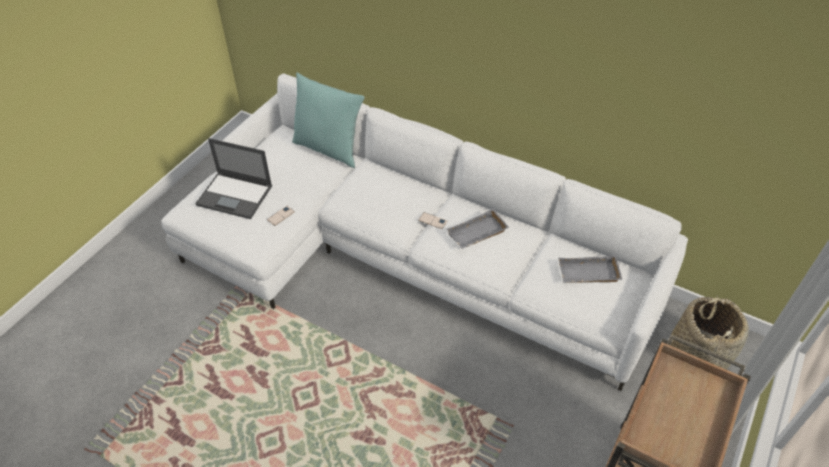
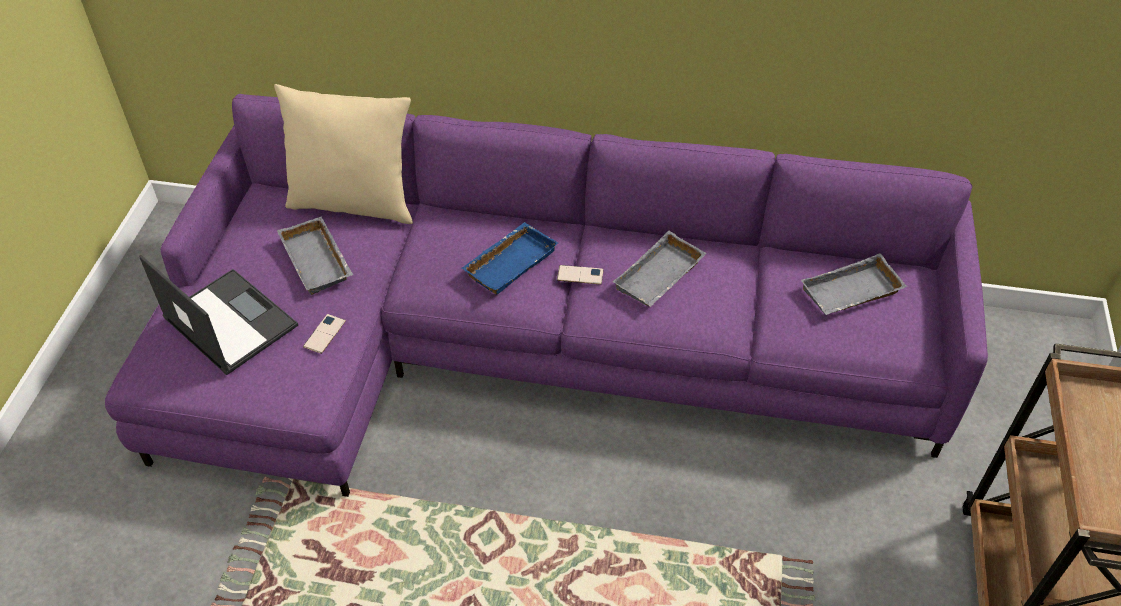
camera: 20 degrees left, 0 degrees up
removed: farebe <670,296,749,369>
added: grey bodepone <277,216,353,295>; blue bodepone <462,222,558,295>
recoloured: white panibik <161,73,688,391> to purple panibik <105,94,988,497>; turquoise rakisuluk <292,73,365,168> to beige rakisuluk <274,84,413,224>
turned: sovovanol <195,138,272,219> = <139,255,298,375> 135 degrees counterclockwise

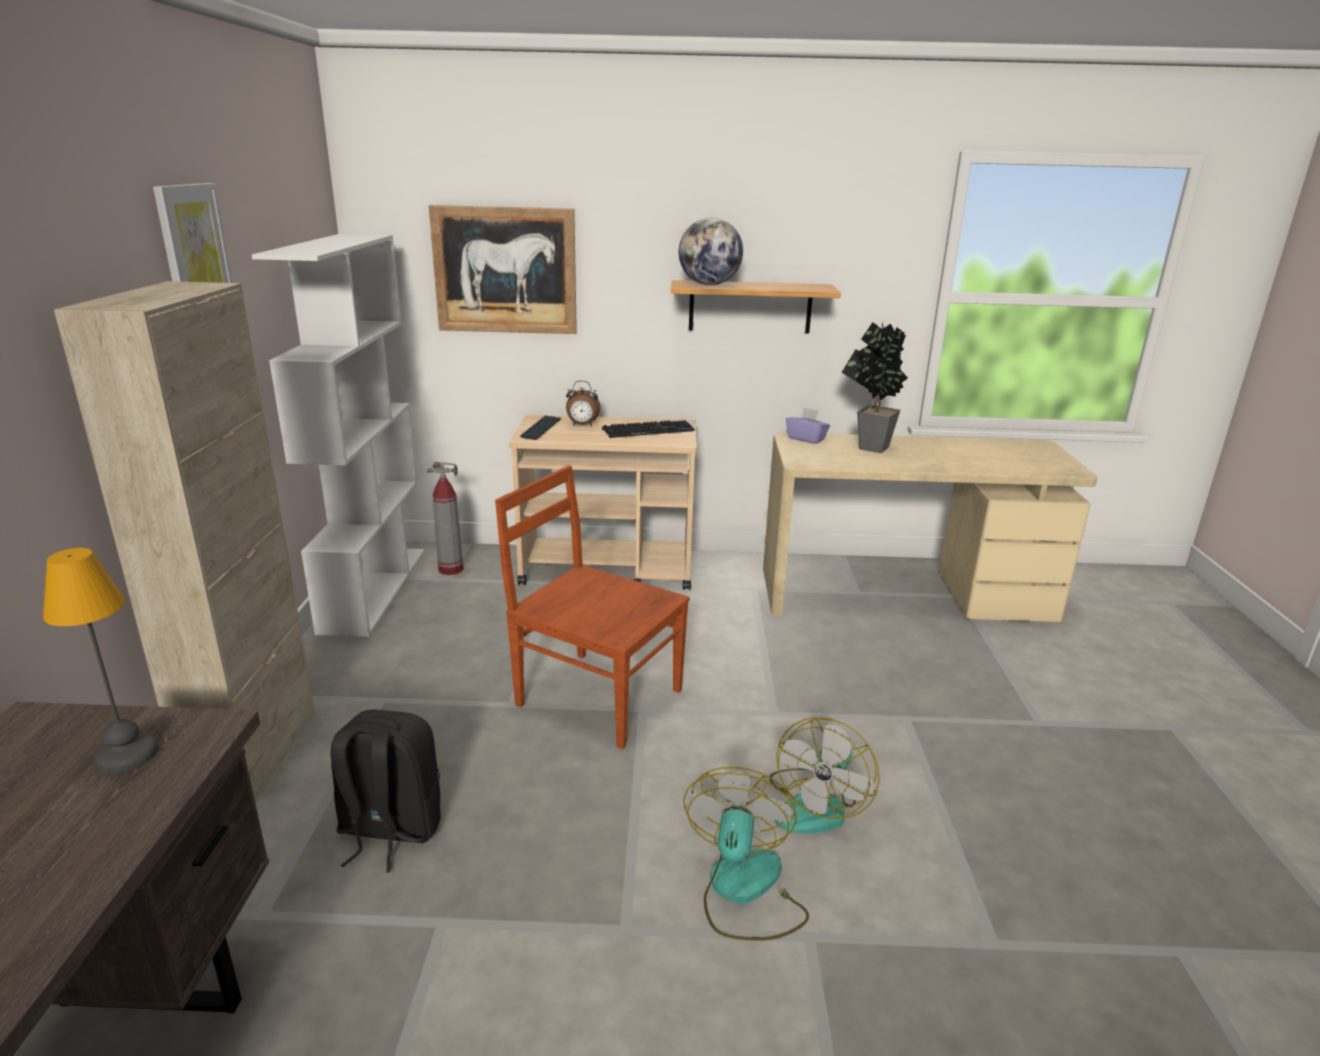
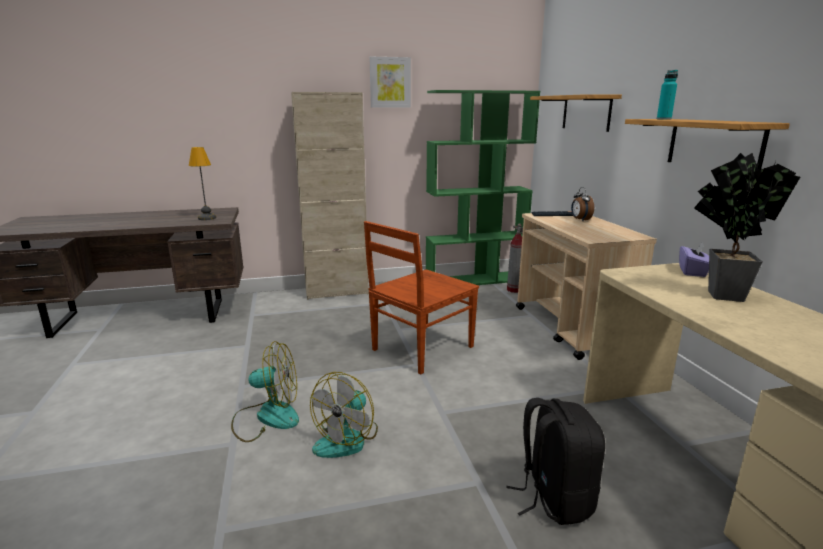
camera: 75 degrees right, 5 degrees down
removed: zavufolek <602,420,695,438>
moved: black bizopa <331,709,441,873> to <507,398,605,525>
replaced: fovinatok <429,205,577,334> to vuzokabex <530,94,622,132>; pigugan <679,218,743,285> to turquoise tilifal <657,70,678,120>
recoloured: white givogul <252,234,425,637> to green givogul <426,90,540,285>
turned: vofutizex <769,717,879,834> = <310,372,378,458> 75 degrees counterclockwise; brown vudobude <495,465,690,749> = <364,221,479,374> 150 degrees counterclockwise

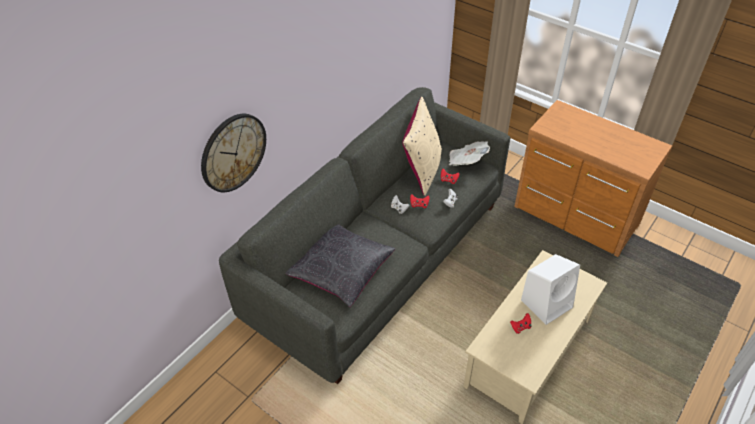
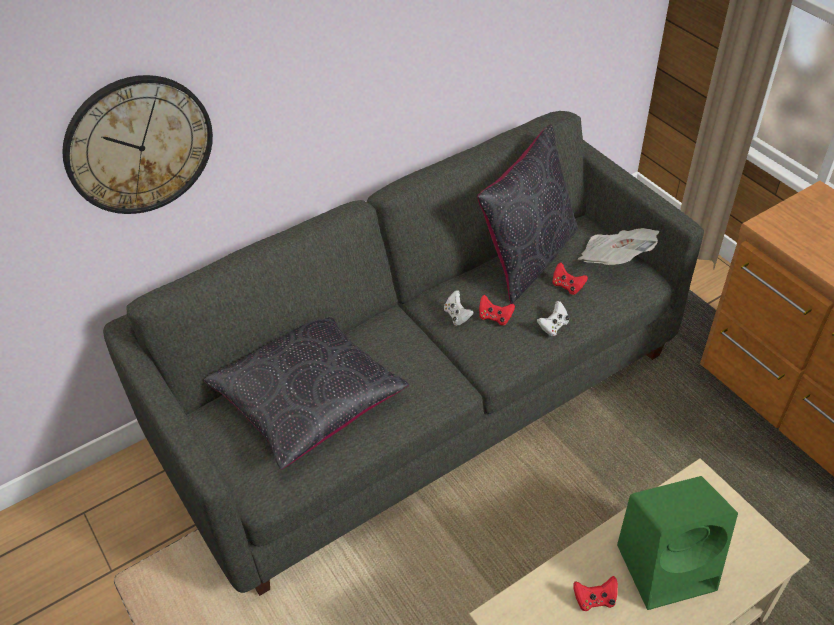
camera: 20 degrees right, 0 degrees up
recoloured: beige rakisuluk <402,97,442,196> to black rakisuluk <478,124,578,304>; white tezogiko <521,254,580,325> to green tezogiko <617,476,738,610>

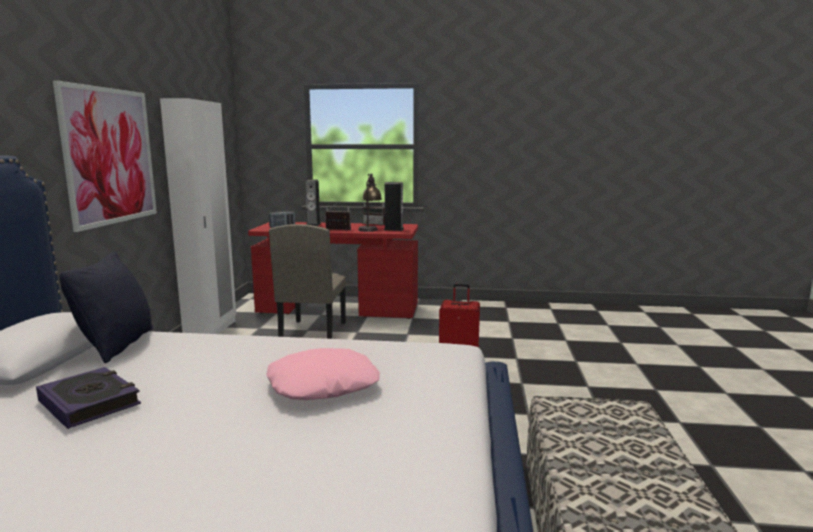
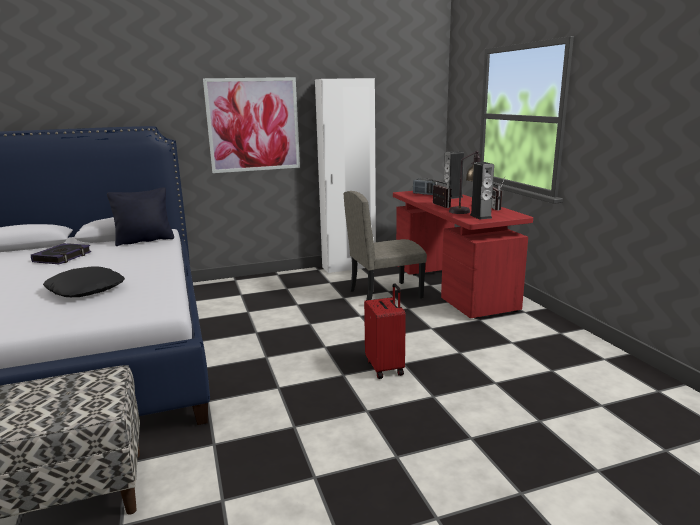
camera: 65 degrees right, 5 degrees up
recoloured: pink rakisuluk <266,348,380,400> to black rakisuluk <43,266,125,297>

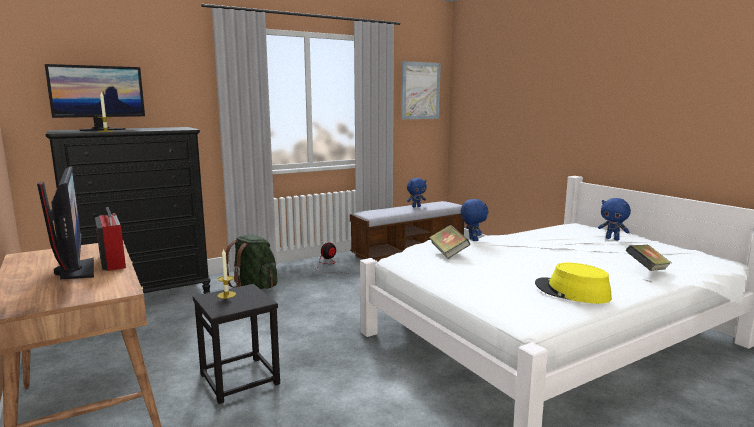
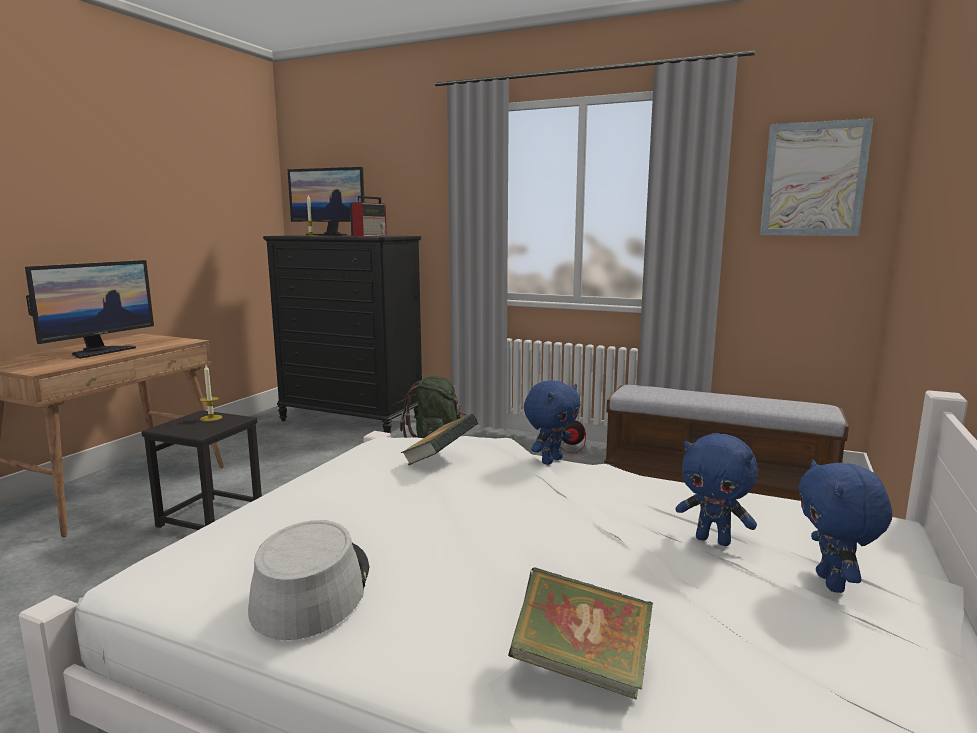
camera: 55 degrees right, 0 degrees up
moved: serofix <95,207,126,271> to <350,196,387,237>; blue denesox <407,178,427,207> to <675,433,758,546>
recoloured: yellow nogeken <535,263,612,304> to grey nogeken <248,520,369,640>

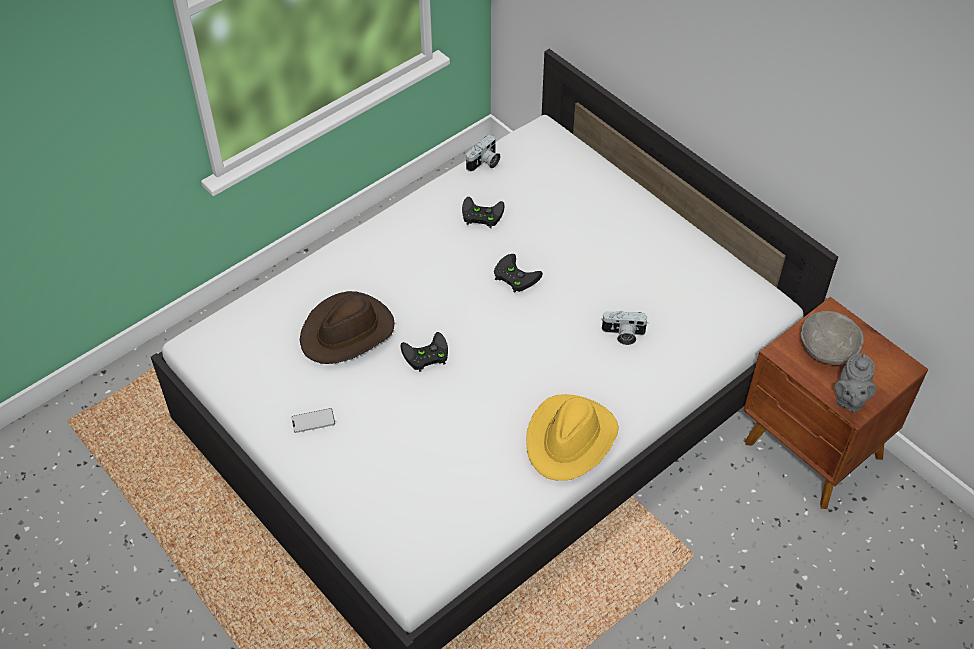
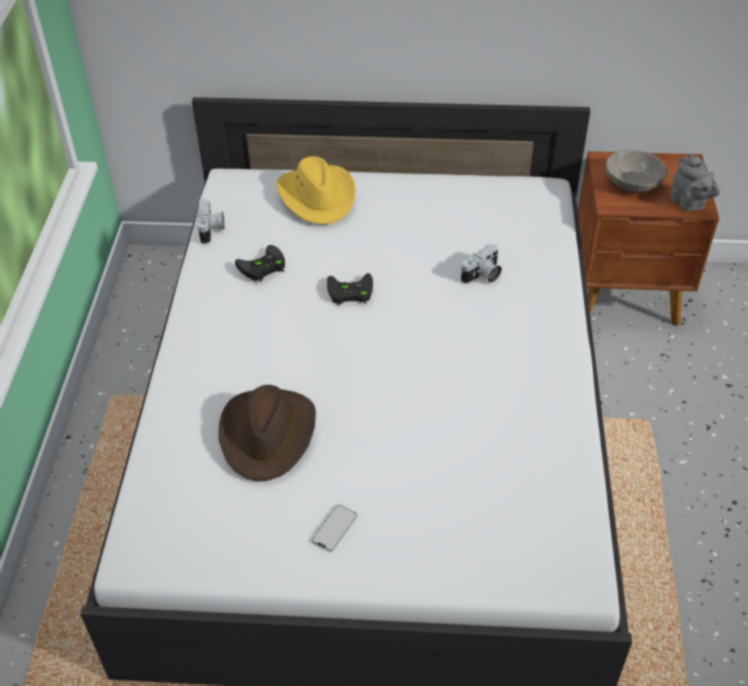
camera: 45 degrees left, 5 degrees down
removed: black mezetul <401,332,448,372>
moved: yellow nogeken <526,394,619,481> to <276,156,356,225>

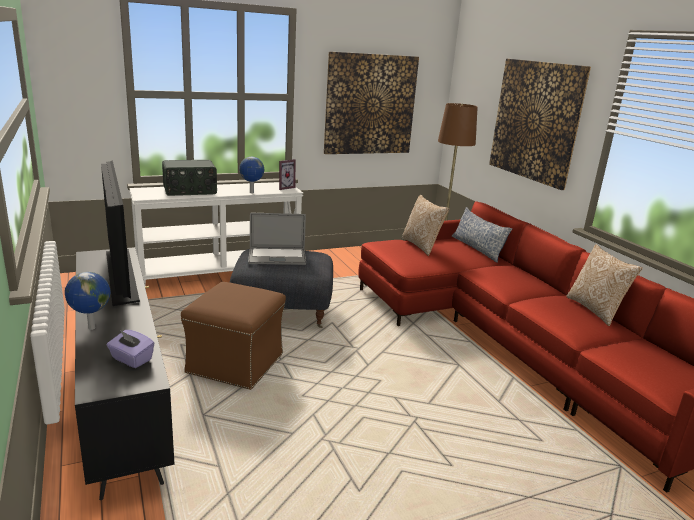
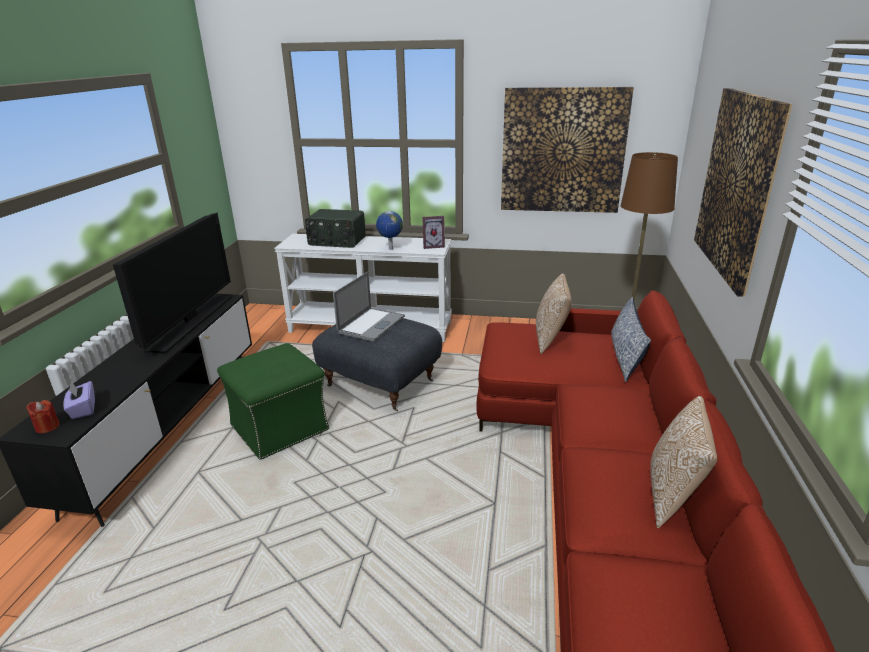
camera: 35 degrees right, 5 degrees up
removed: pigugan <65,272,110,330>
added: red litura <26,400,60,433>
recoloured: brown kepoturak <181,282,286,390> to green kepoturak <217,343,329,460>
turned: sovovanol <248,212,306,265> = <333,272,405,341> 90 degrees counterclockwise

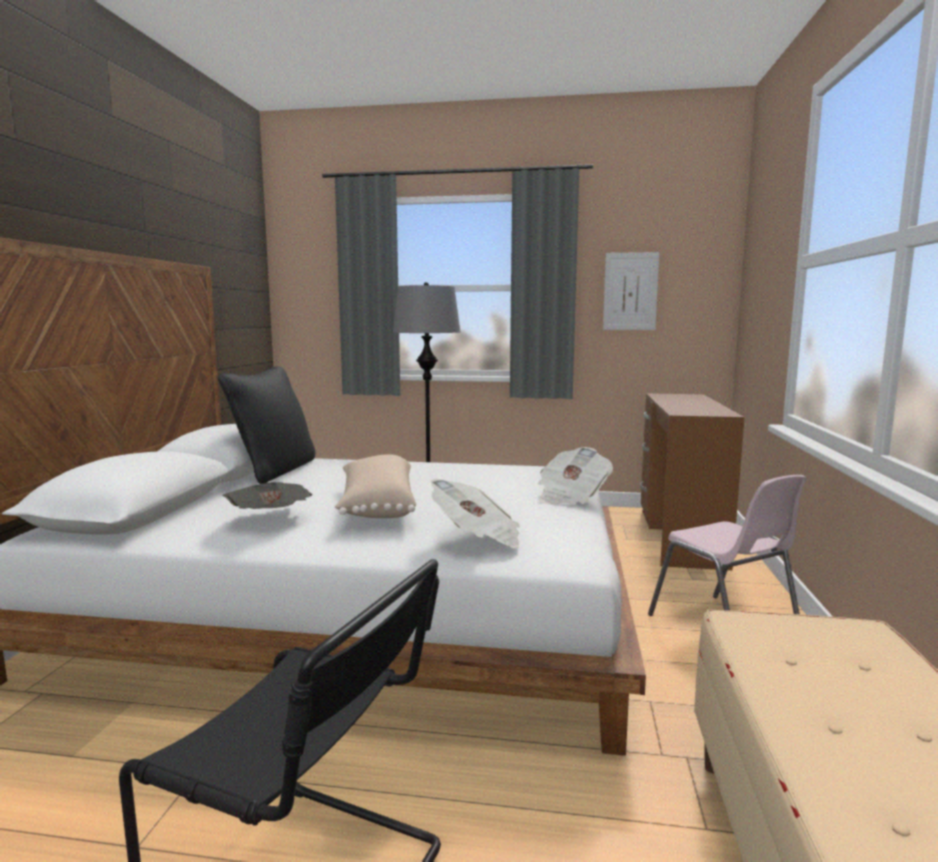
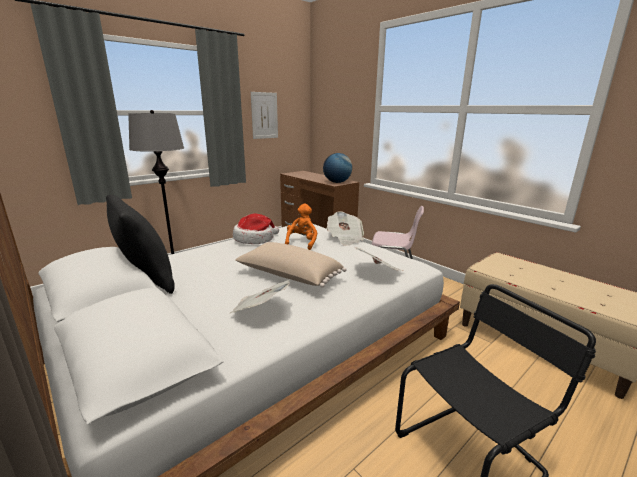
camera: 50 degrees left, 10 degrees up
added: nogeken <233,214,279,244>; orange denesox <285,204,317,250>; pigugan <323,153,352,183>

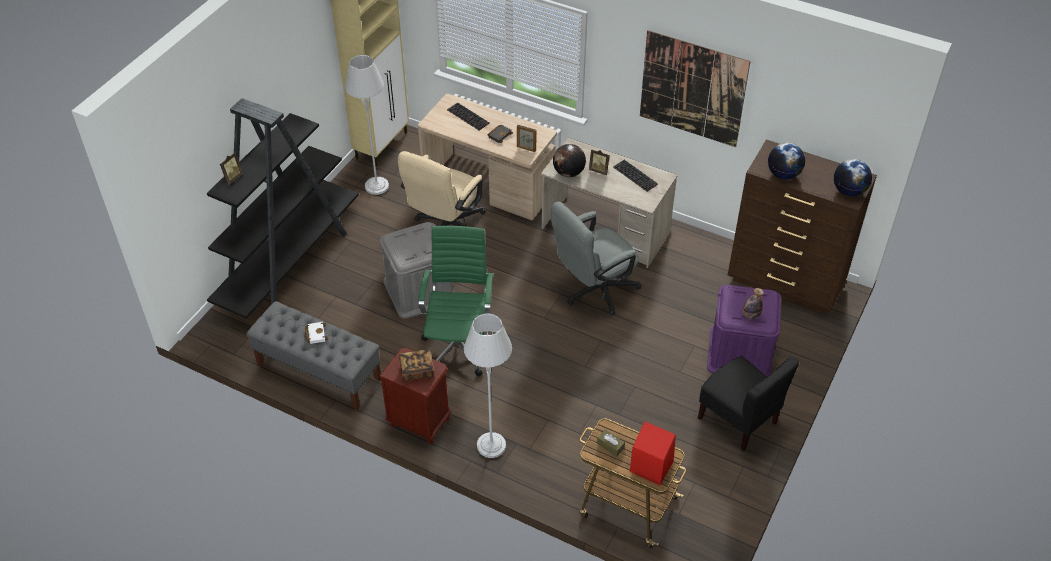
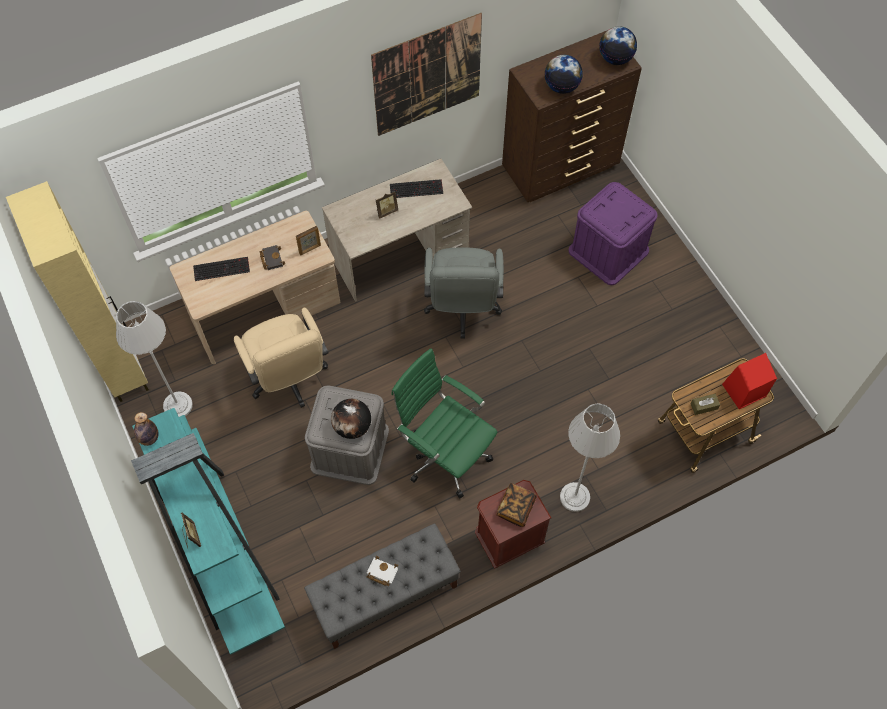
camera: 55 degrees left, 15 degrees up
removed: black vudobude <698,356,799,451>
moved: tilifal <743,288,764,320> to <134,412,159,446>; pigugan <553,144,586,177> to <331,399,371,439>
recoloured: black givogul <207,98,359,319> to turquoise givogul <131,408,285,655>

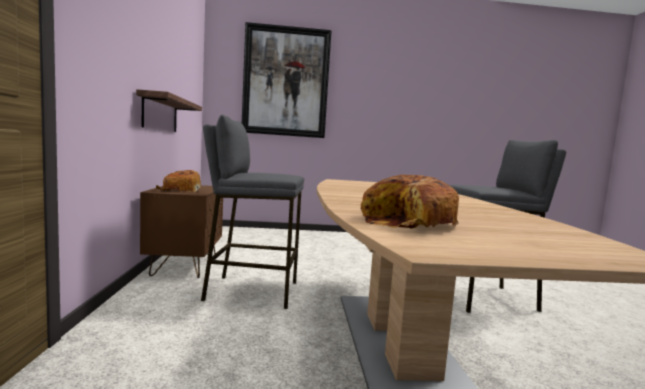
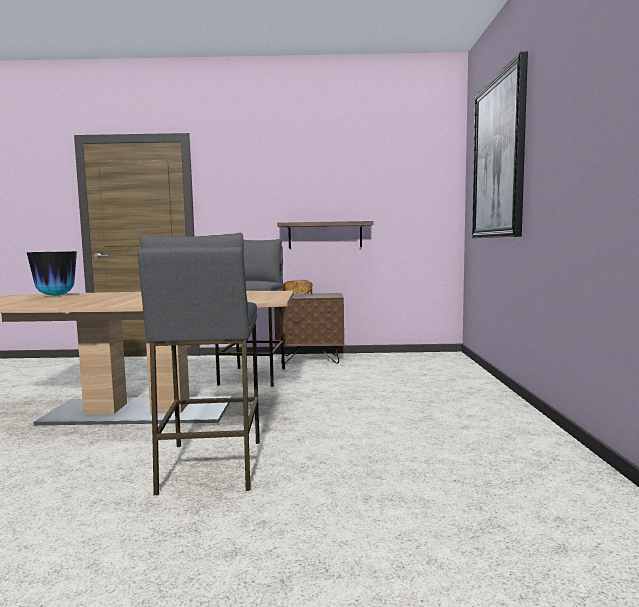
camera: 95 degrees right, 0 degrees up
replaced: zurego <361,174,459,229> to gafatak <27,251,77,296>

